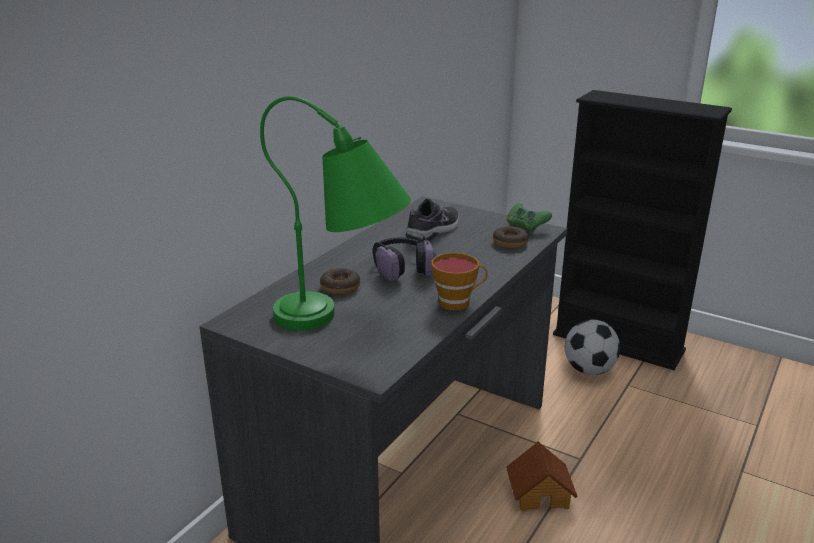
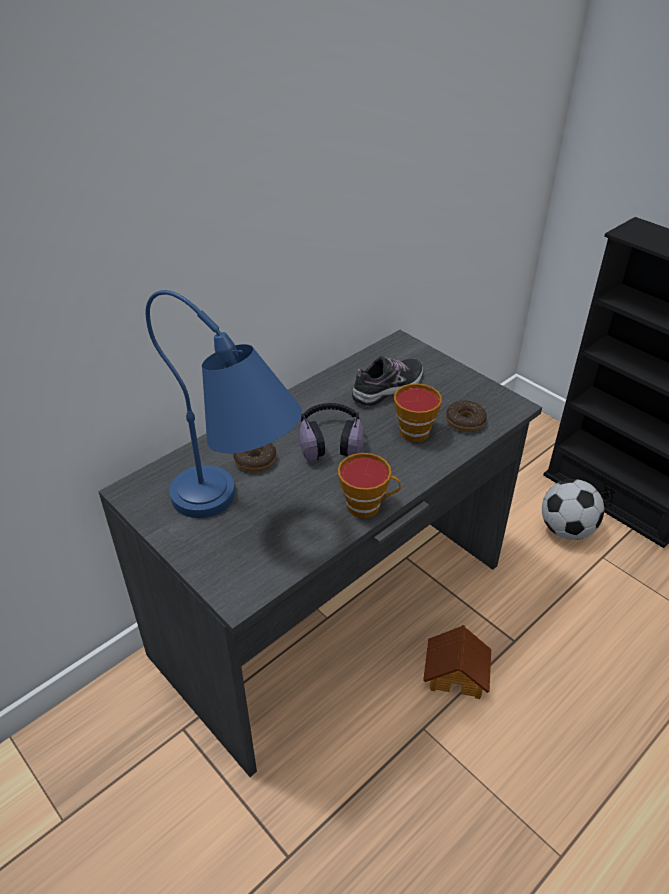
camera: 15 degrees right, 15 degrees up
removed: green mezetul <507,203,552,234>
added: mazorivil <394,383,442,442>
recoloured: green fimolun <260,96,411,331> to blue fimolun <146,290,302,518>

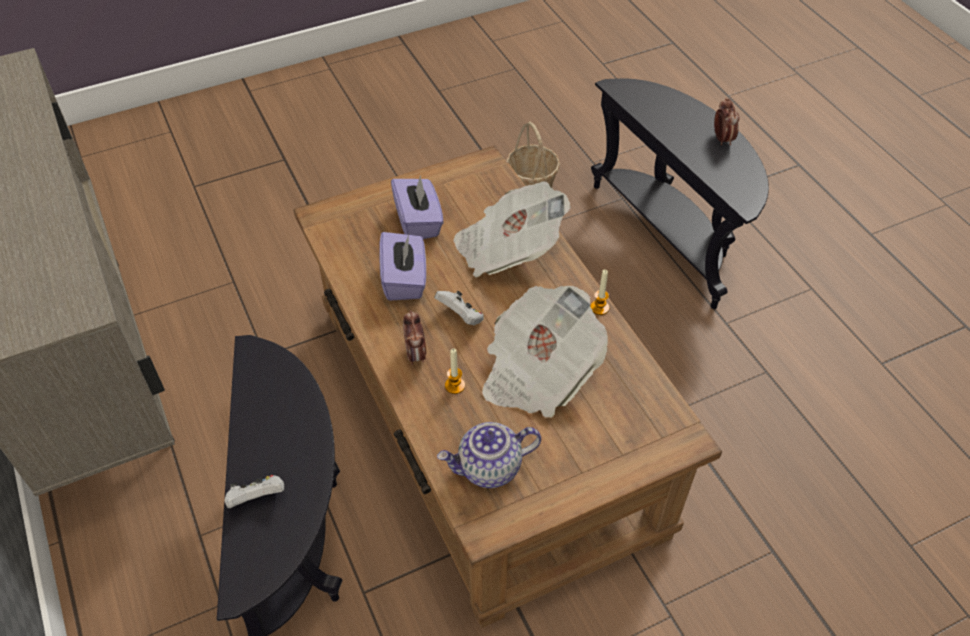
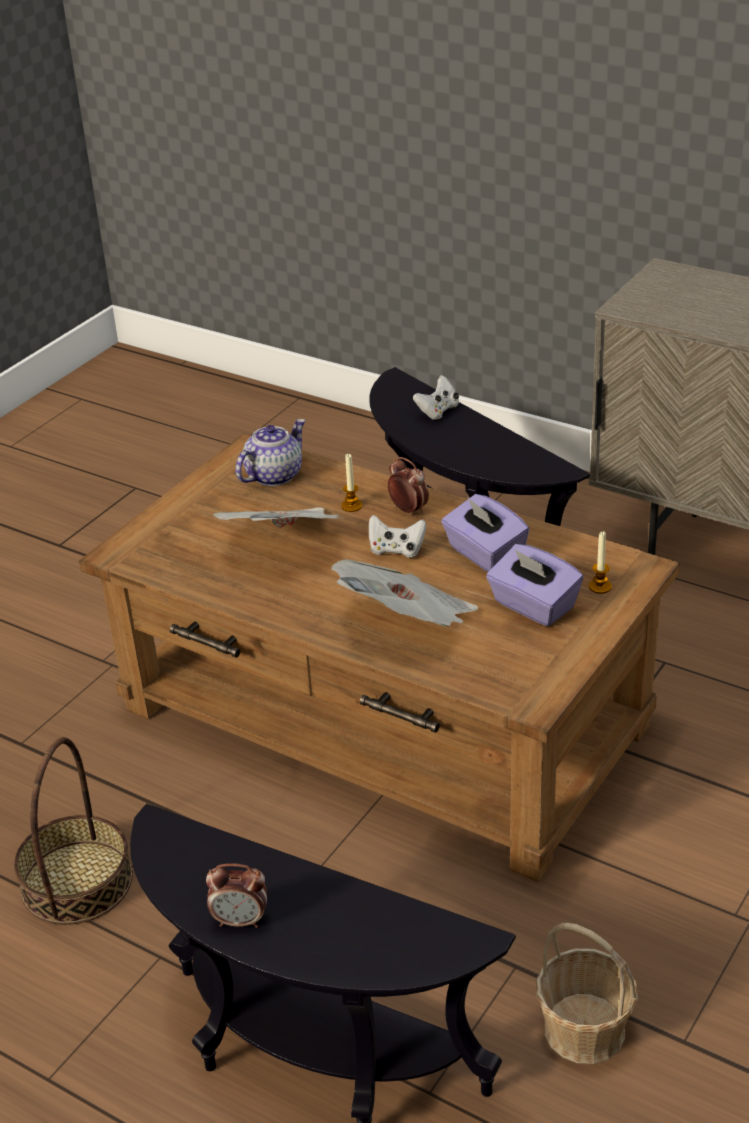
camera: 150 degrees right, 15 degrees down
added: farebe <14,737,133,925>
moved: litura <590,269,609,315> to <589,531,612,594>
turned: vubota <714,98,740,146> = <206,864,267,928> 45 degrees counterclockwise

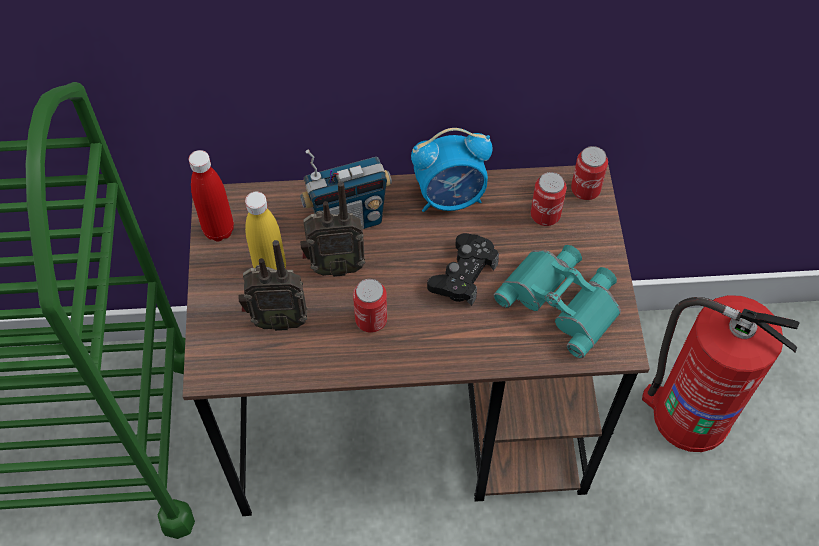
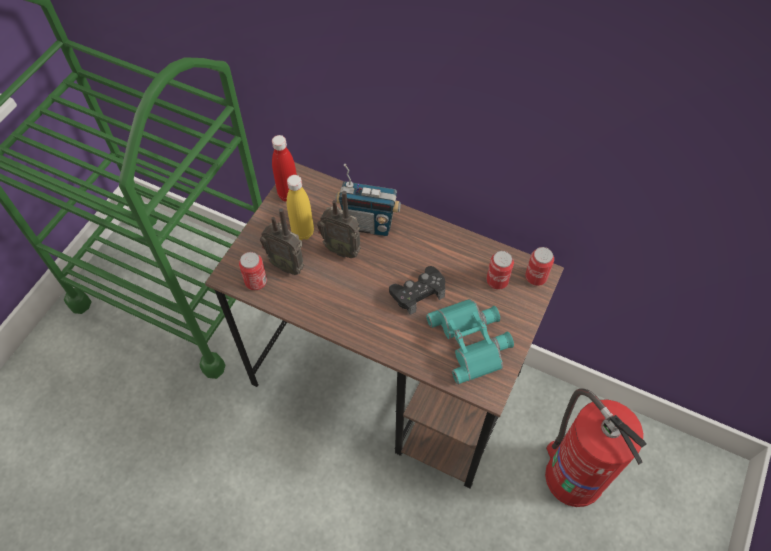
camera: 30 degrees right, 0 degrees up
removed: vubota <411,128,493,212>
moved: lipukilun <353,279,387,333> to <239,252,267,290>

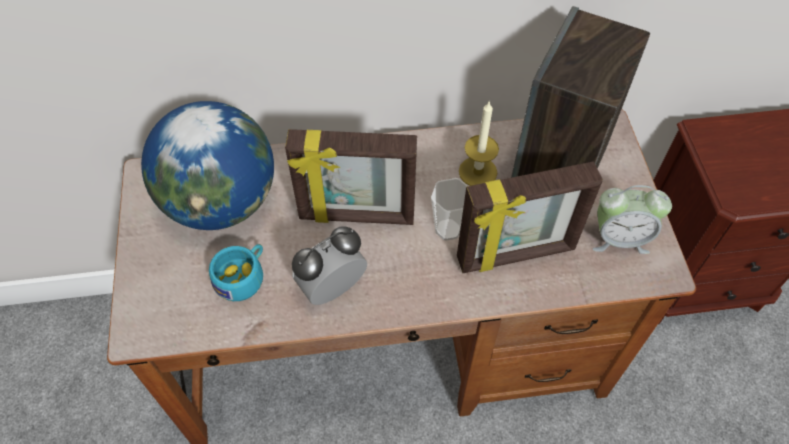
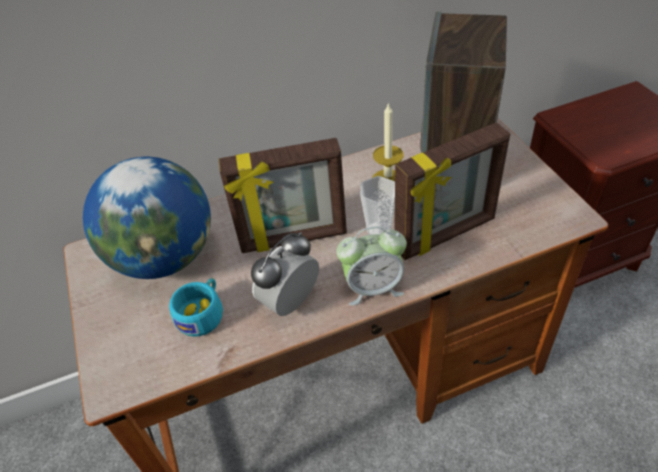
camera: 10 degrees left, 10 degrees down
moved: vubota <593,185,672,254> to <336,227,407,306>

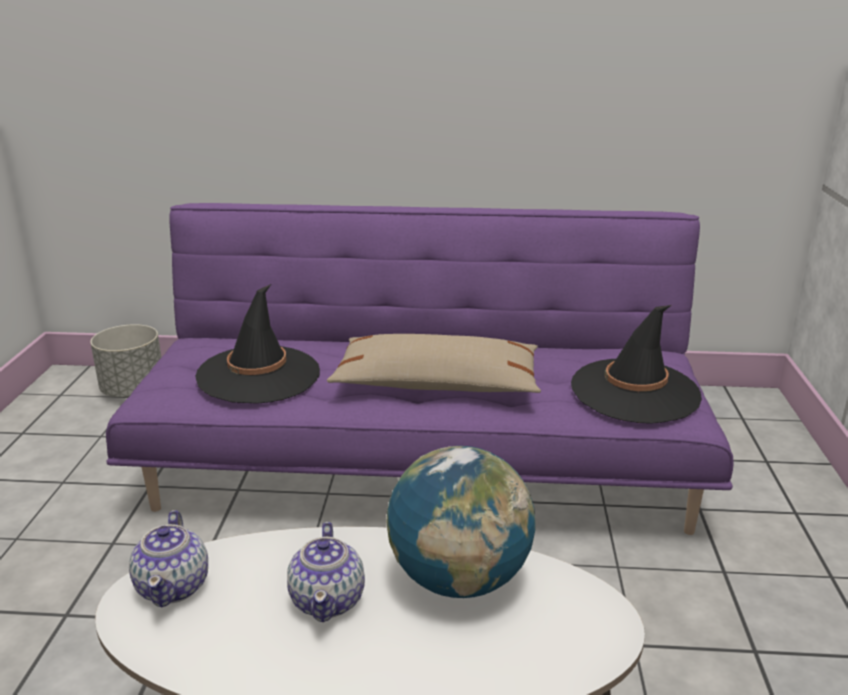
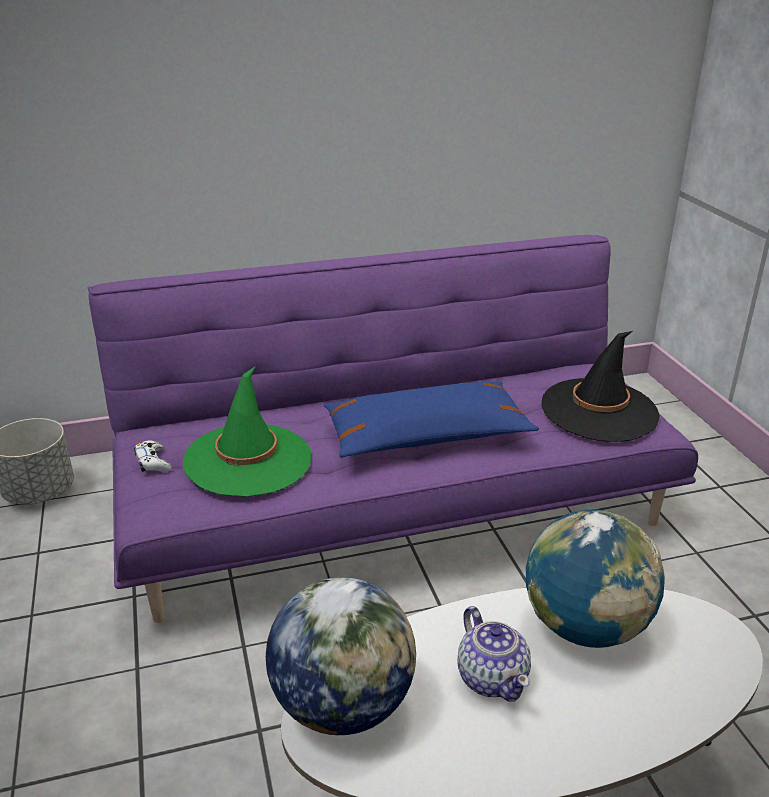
camera: 20 degrees left, 5 degrees up
added: white mezetul <134,440,172,472>
replaced: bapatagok <129,510,208,607> to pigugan <266,577,416,735>
recoloured: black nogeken <195,284,320,404> to green nogeken <183,367,311,497>; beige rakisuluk <327,334,541,393> to blue rakisuluk <324,381,539,458>

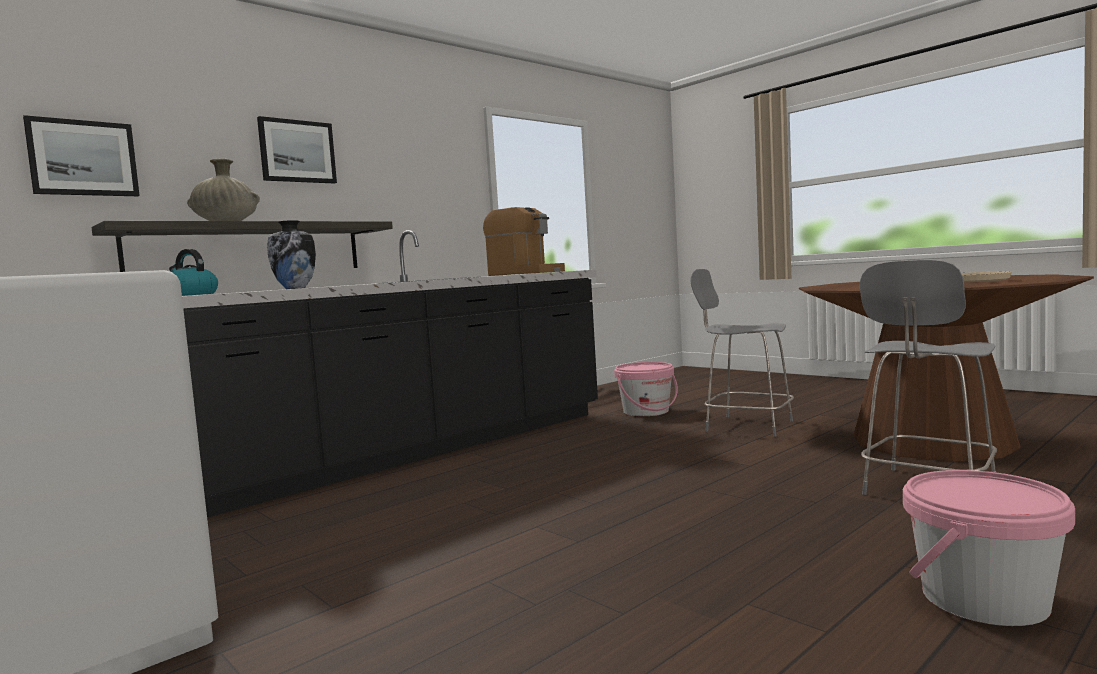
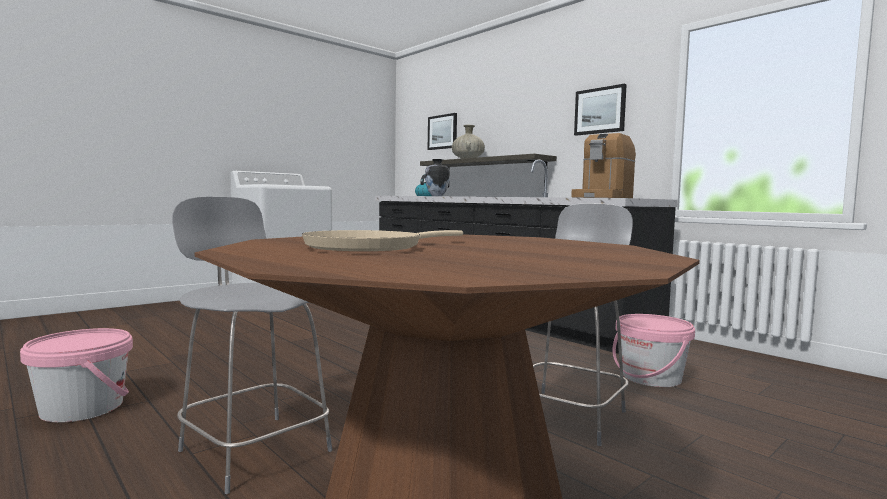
camera: 90 degrees right, 0 degrees up
moved: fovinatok <257,116,337,184> to <574,84,627,136>

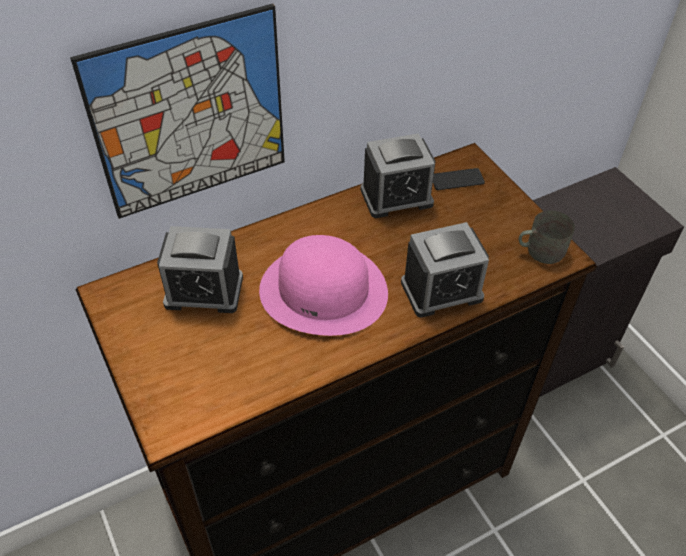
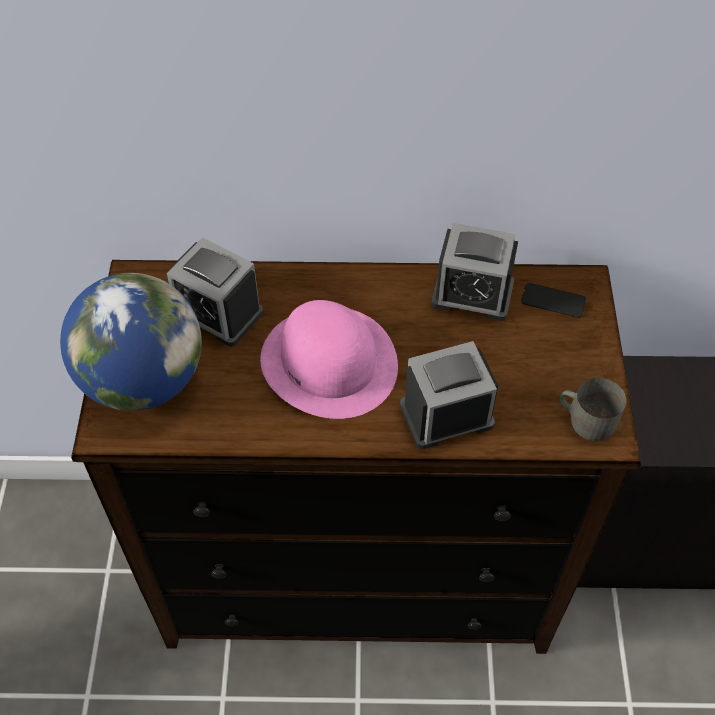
camera: 30 degrees right, 5 degrees up
removed: fovinatok <70,4,285,219>
added: pigugan <60,273,202,411>
turned: vubota <401,222,489,318> = <400,341,498,449> 150 degrees clockwise

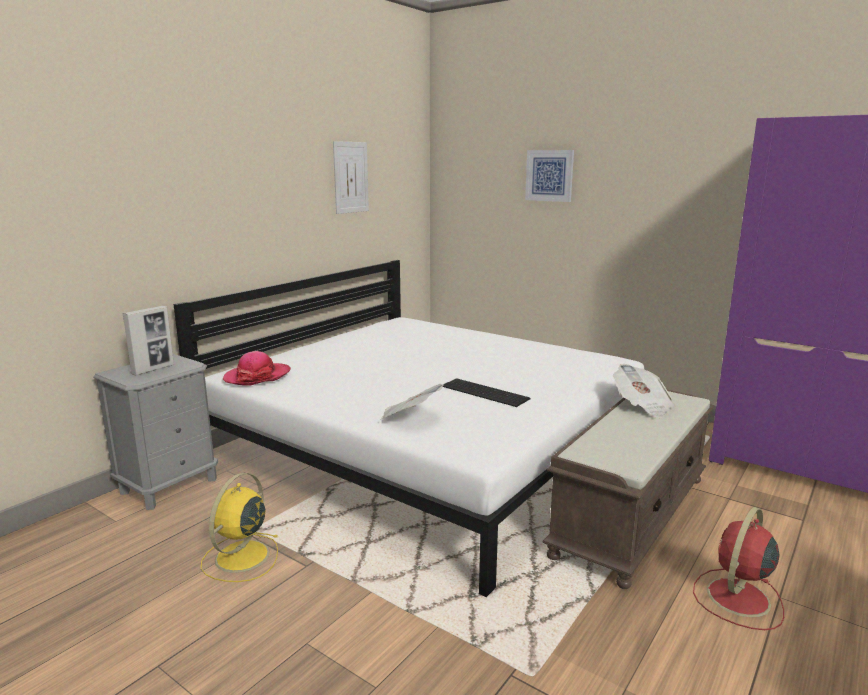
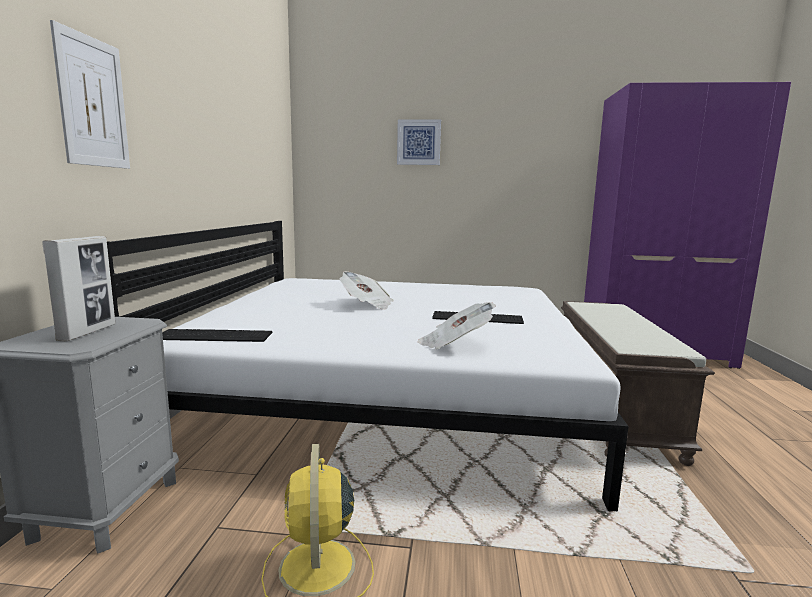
camera: 30 degrees left, 5 degrees down
removed: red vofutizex <693,507,784,630>
moved: fovinatok <333,141,369,214> to <50,20,130,169>; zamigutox <613,364,675,418> to <339,271,394,310>
replaced: nogeken <223,351,291,386> to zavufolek <162,329,272,342>

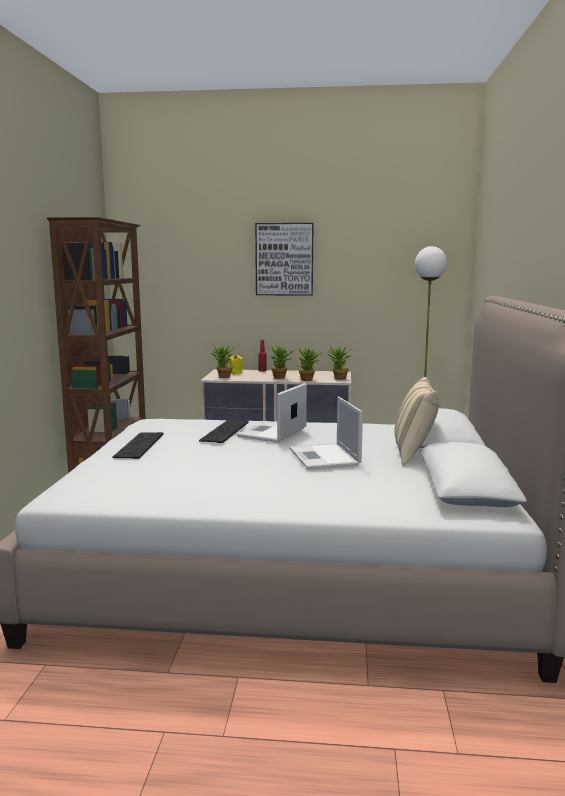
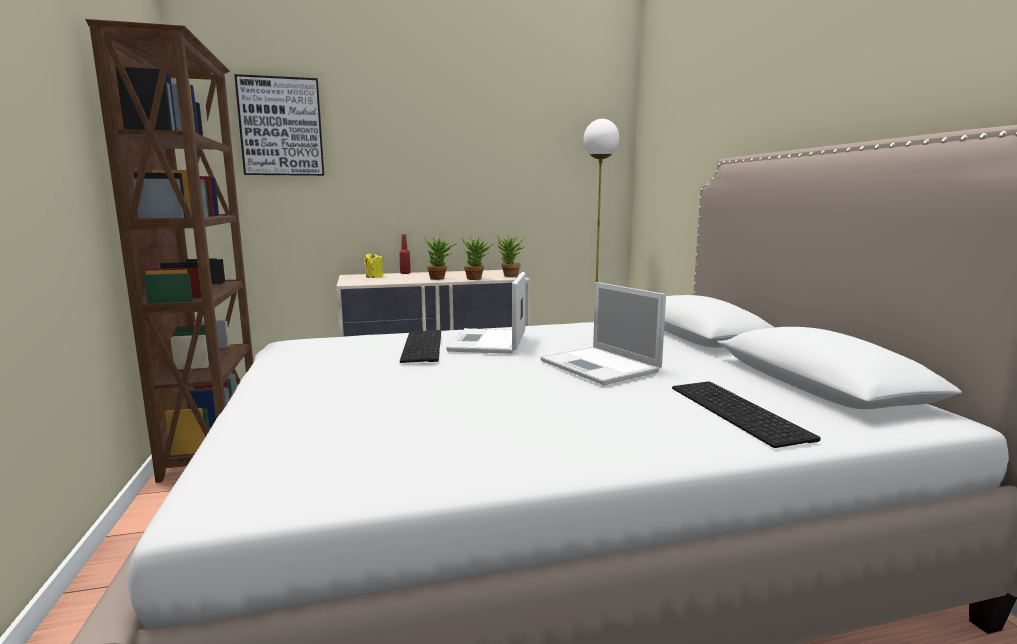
camera: 20 degrees left, 0 degrees up
removed: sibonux <211,344,235,378>; beige rakisuluk <394,377,440,466>
moved: fovinatok <255,223,313,296> to <234,74,324,176>; zavufolek <113,432,164,459> to <672,381,821,448>

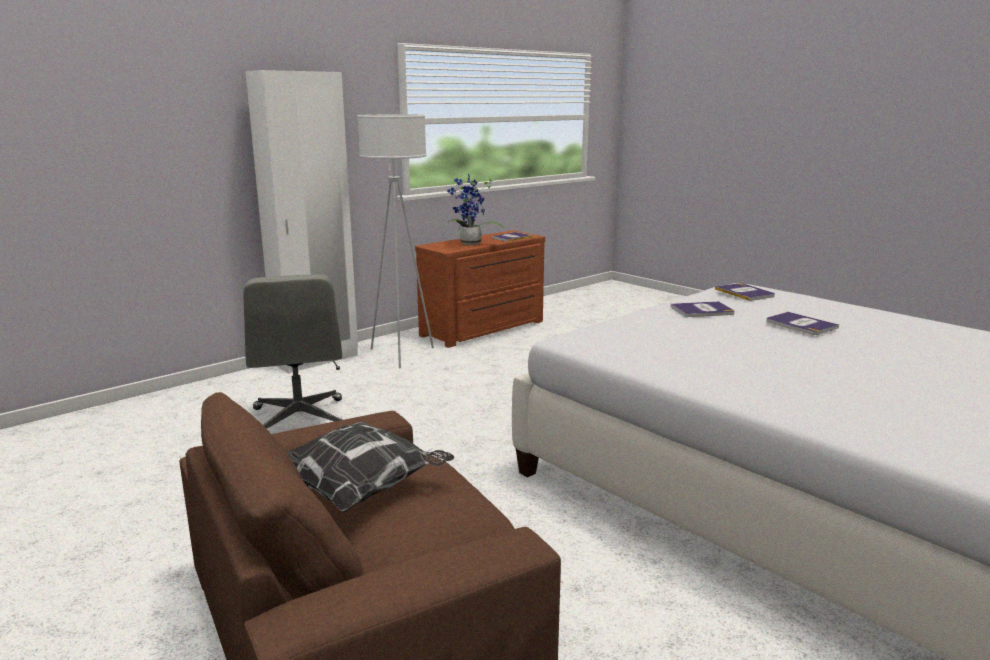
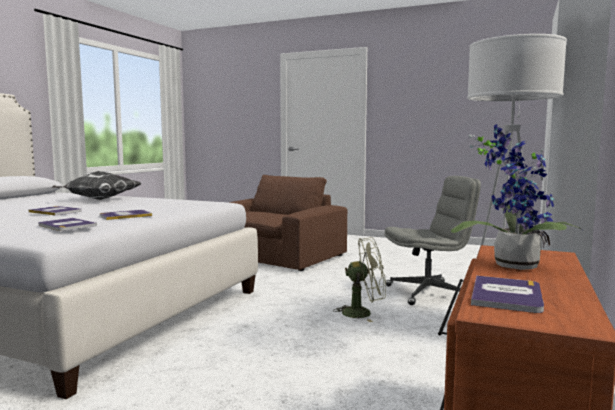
camera: 155 degrees right, 10 degrees down
added: green vofutizex <333,237,386,322>
moved: rakisuluk <286,422,454,512> to <51,171,142,200>
turned: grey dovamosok <243,275,342,429> = <384,176,481,305> 120 degrees clockwise

